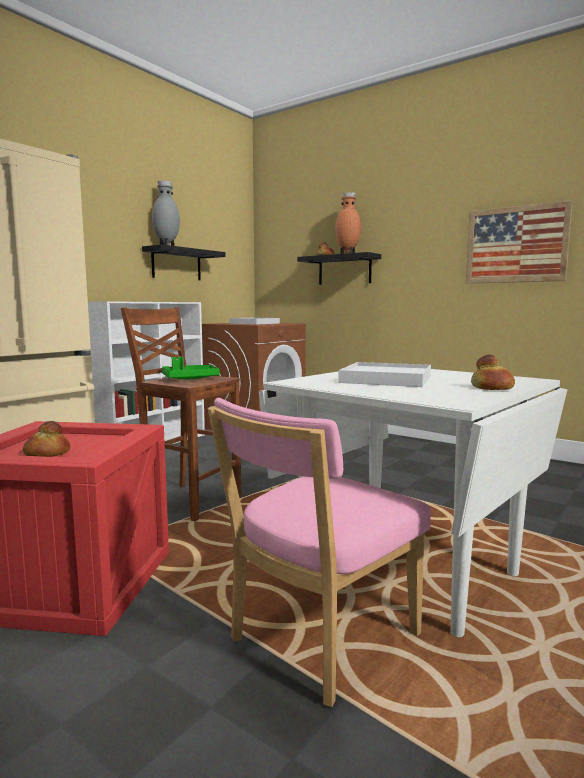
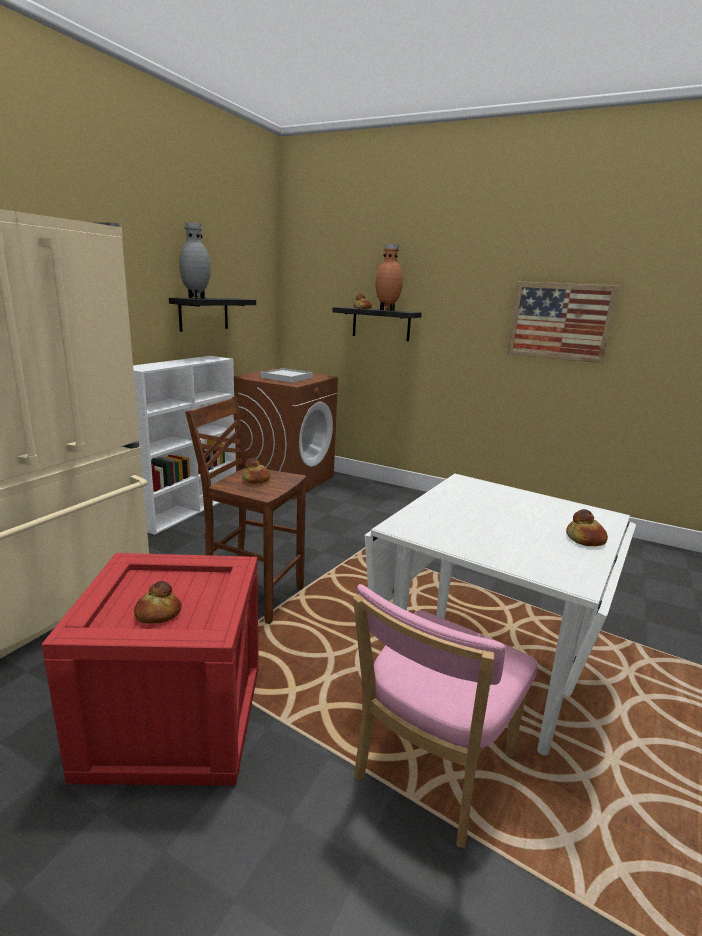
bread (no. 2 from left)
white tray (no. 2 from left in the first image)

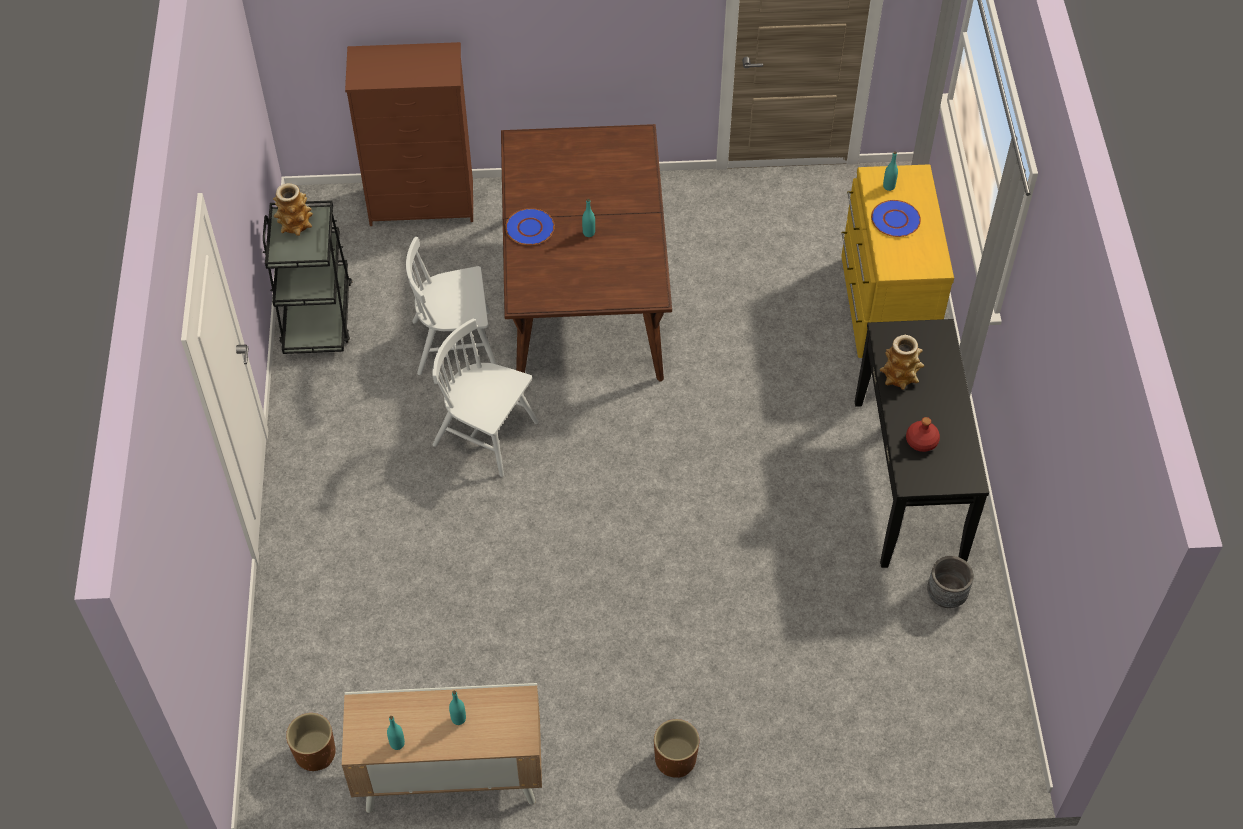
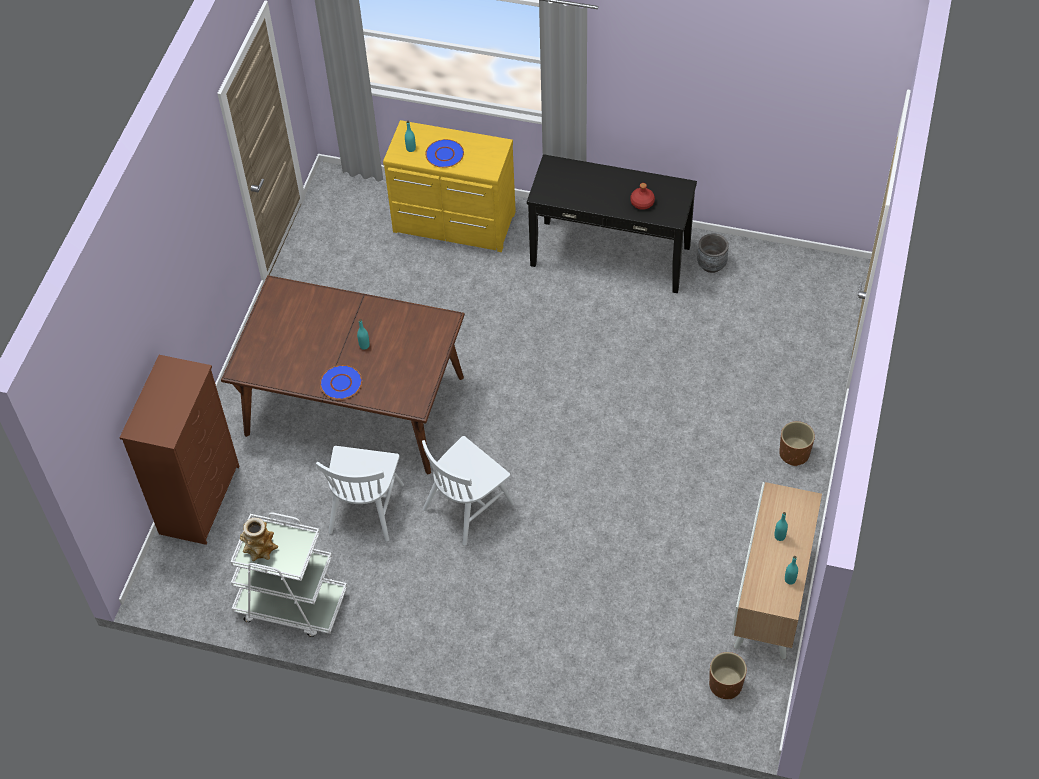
white cart
vase (no. 2 from left in the first image)

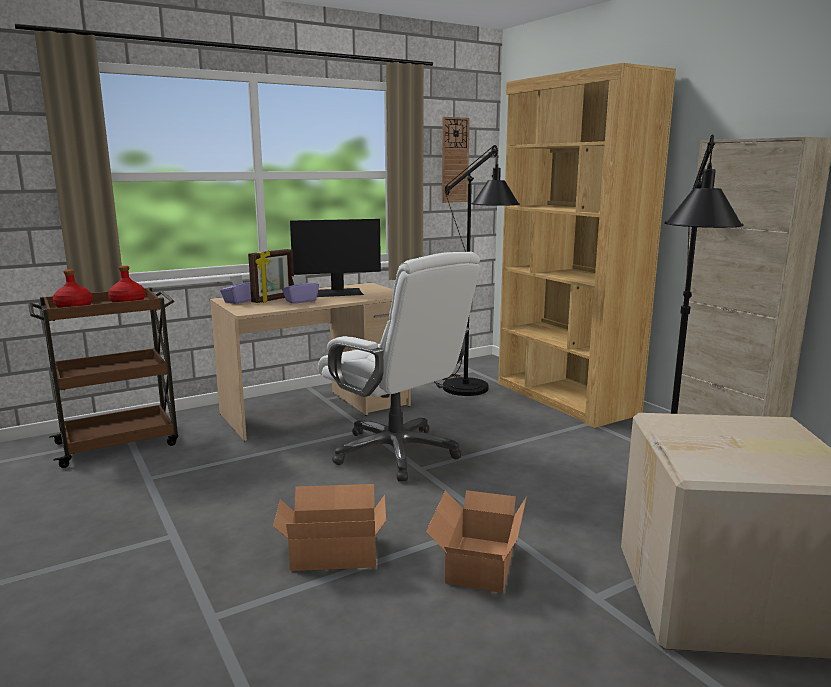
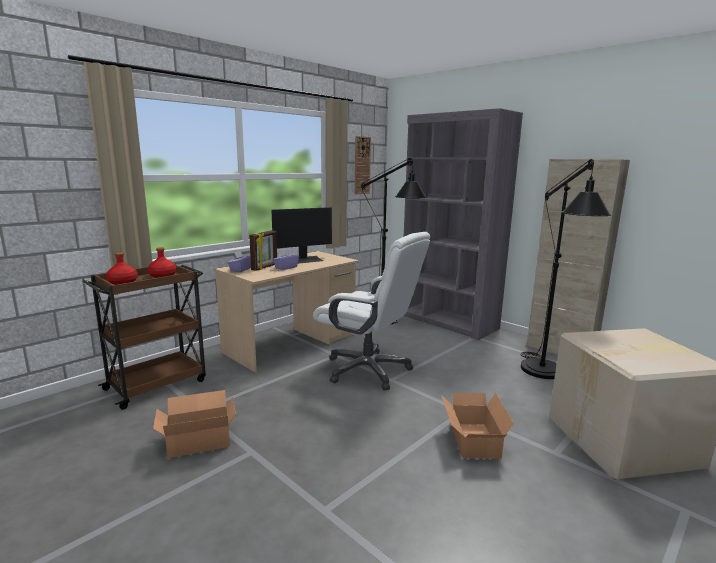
cardboard box (no. 1 from left)
grey bookcase

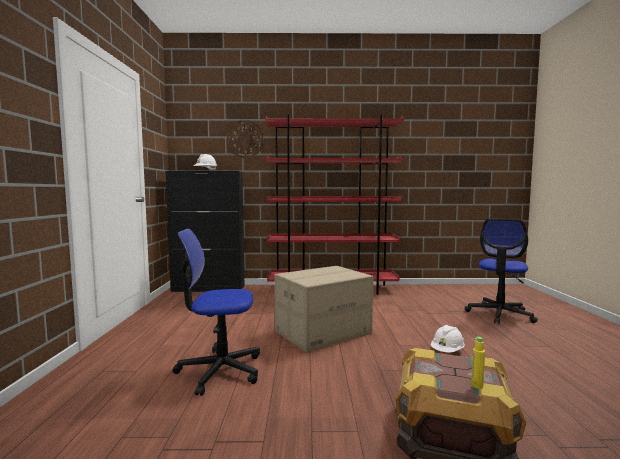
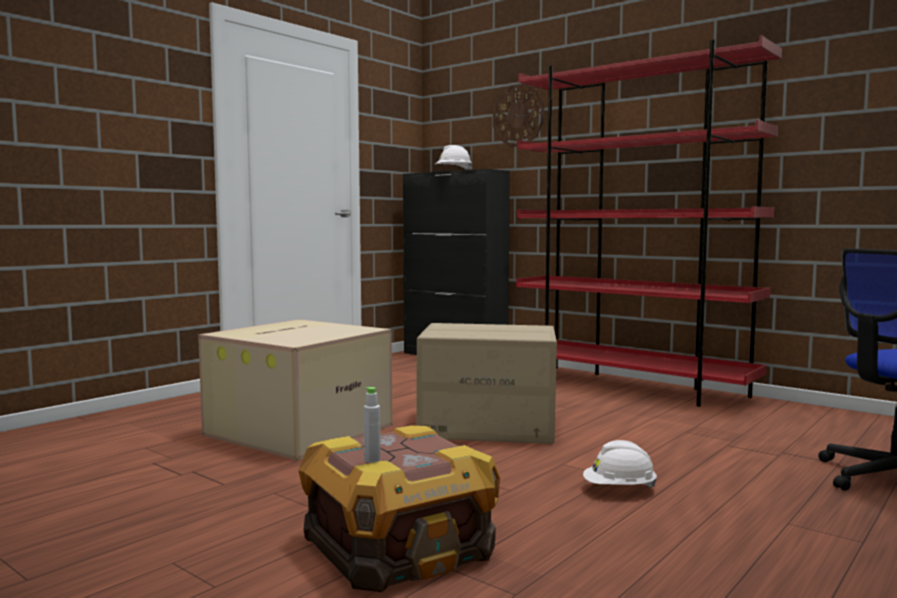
cardboard box (no. 1 from left)
grey bottle

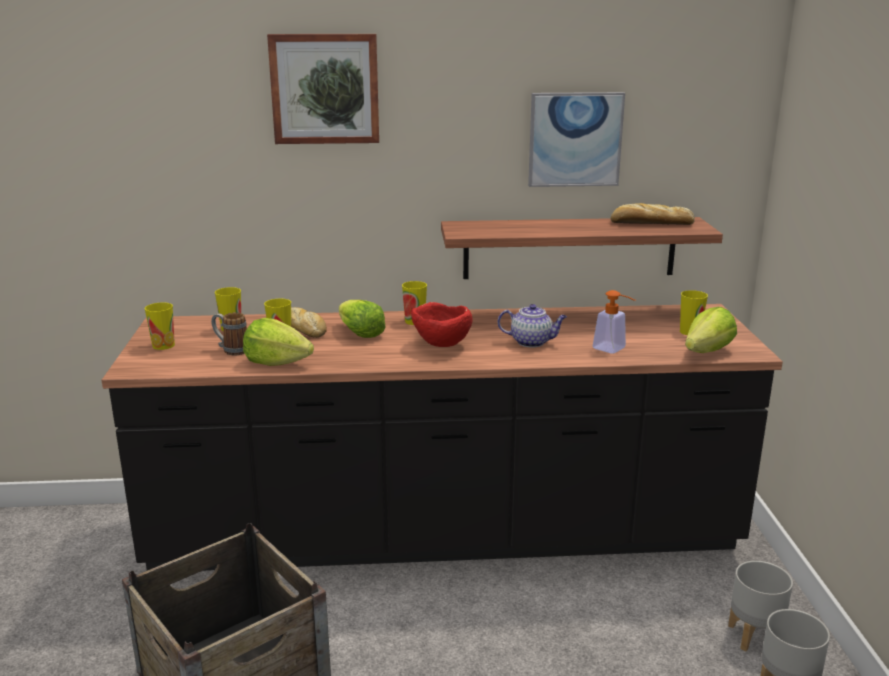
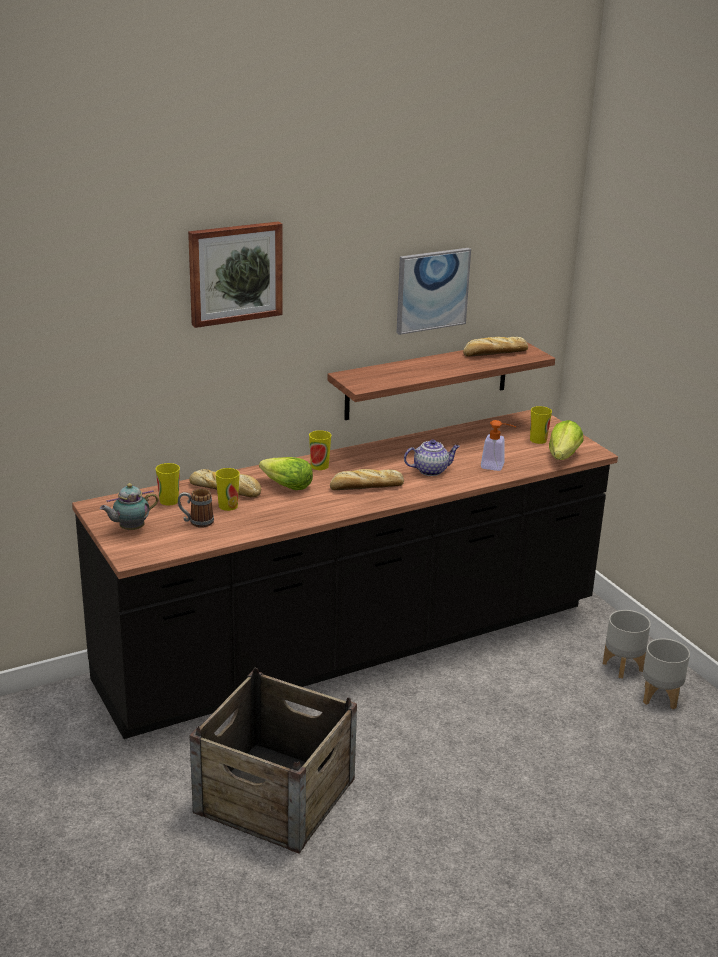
teapot (no. 1 from left)
lettuce (no. 1 from left in the first image)
bread (no. 2 from left)

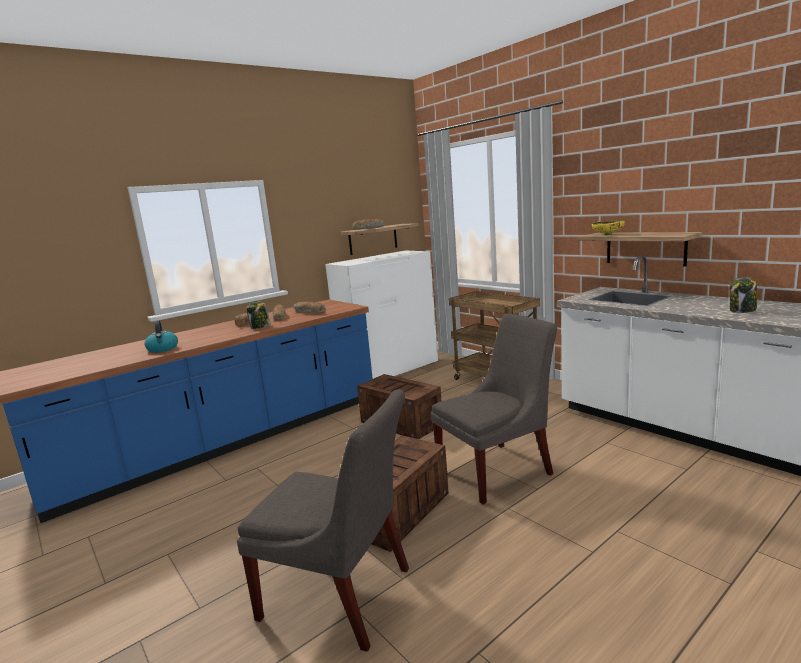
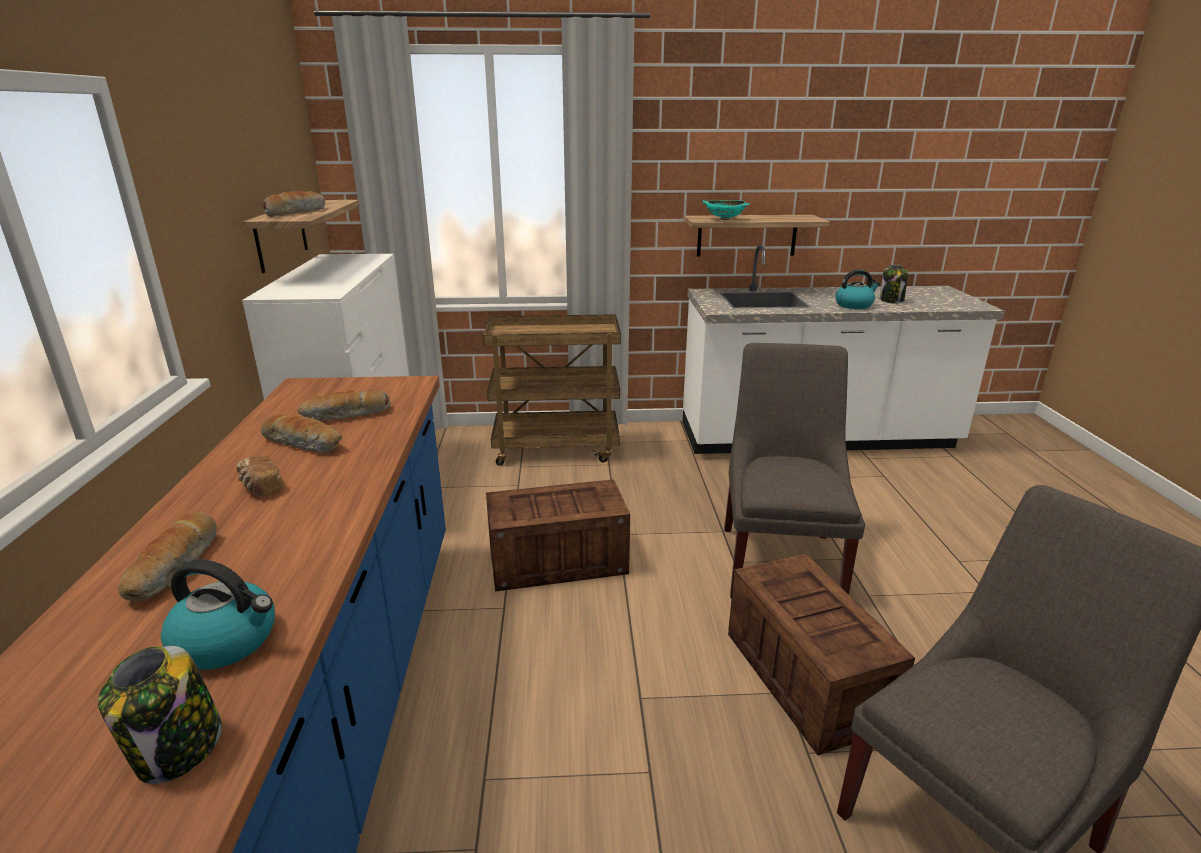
jar (no. 1 from left)
turquoise bowl
bread (no. 1 from left)
kettle (no. 2 from left)

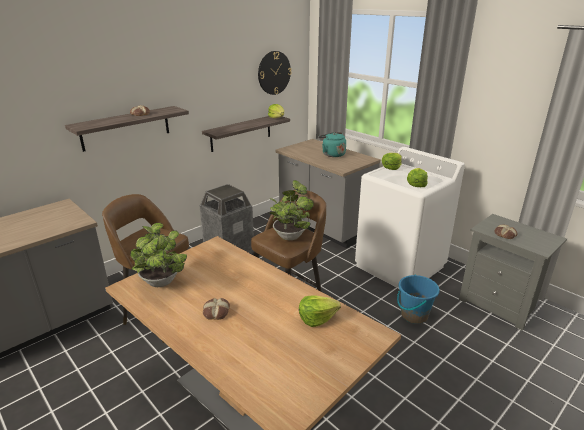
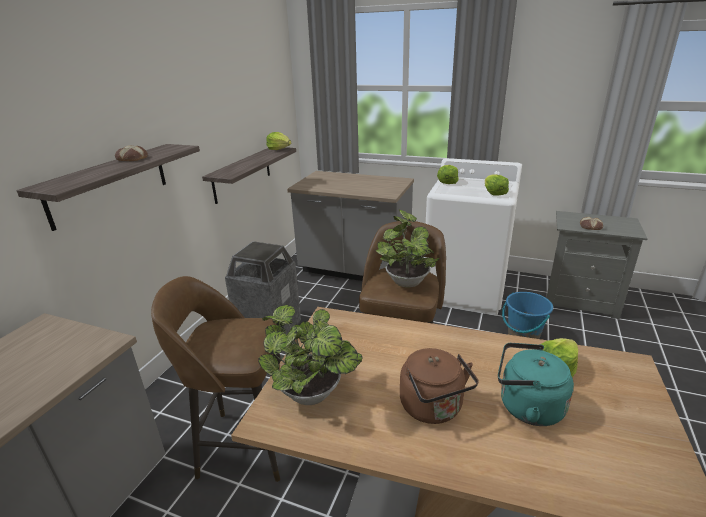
brown kettle
wall clock
turquoise kettle

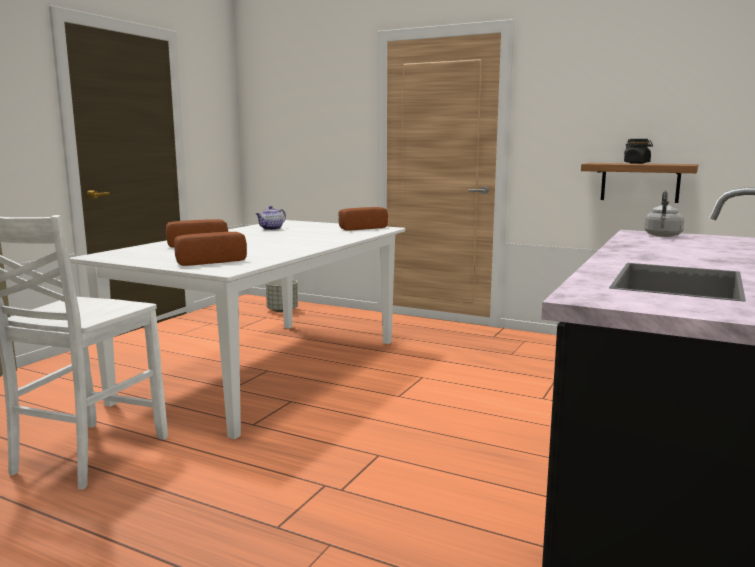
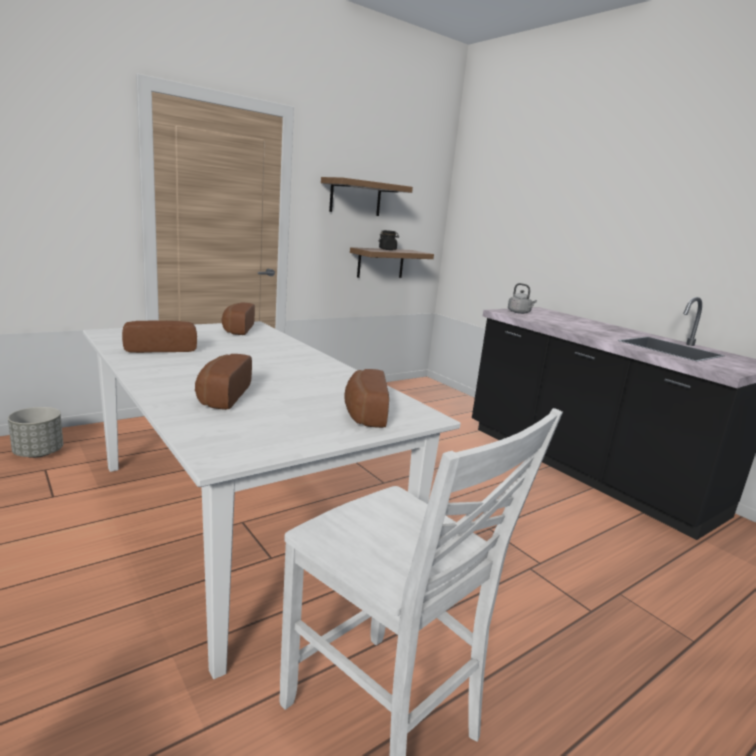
bread (no. 1 from left)
shelf (no. 1 from left)

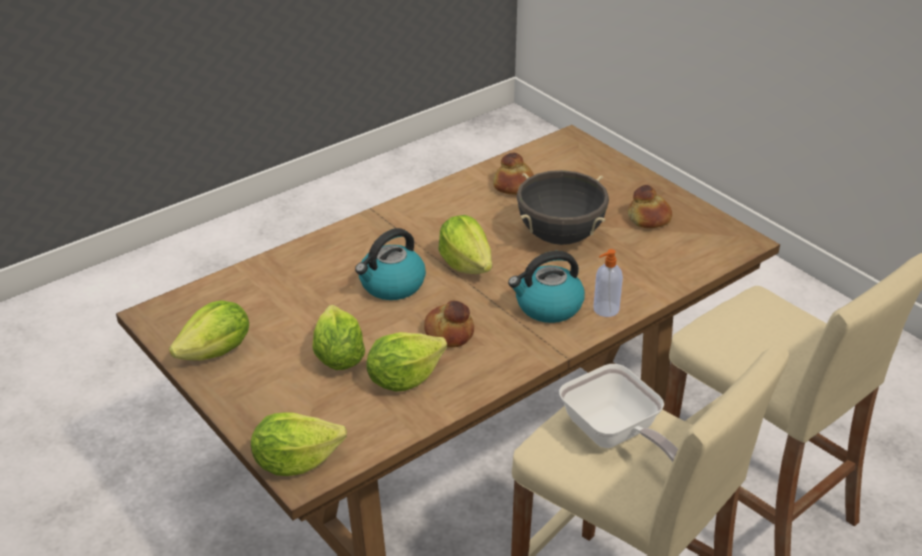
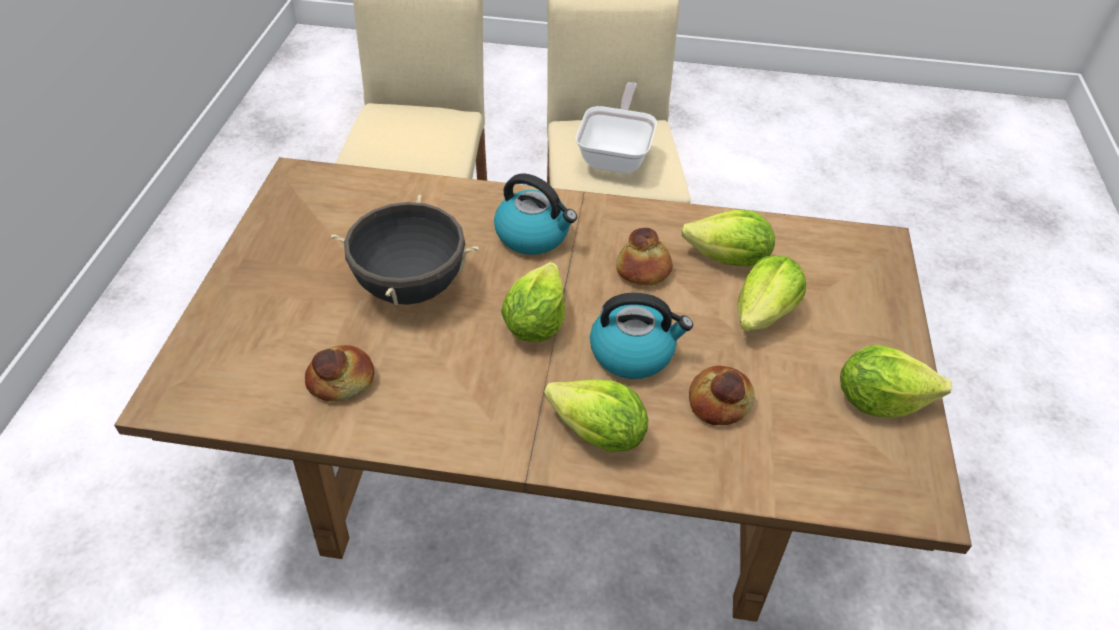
lettuce (no. 2 from left)
soap dispenser
bread (no. 3 from left)

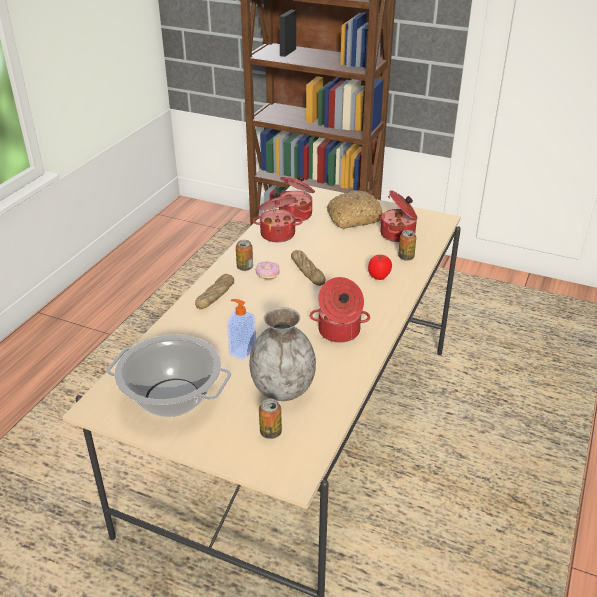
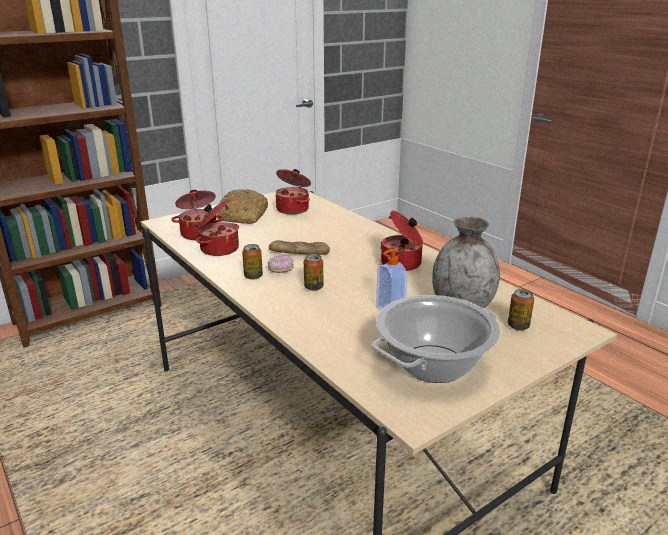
bread (no. 1 from left in the first image)
tomato
can (no. 2 from left)

